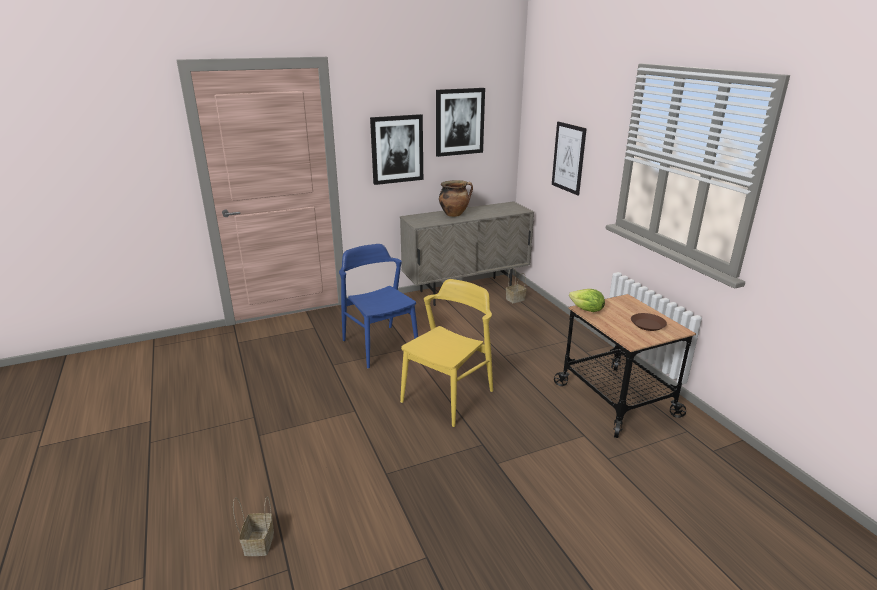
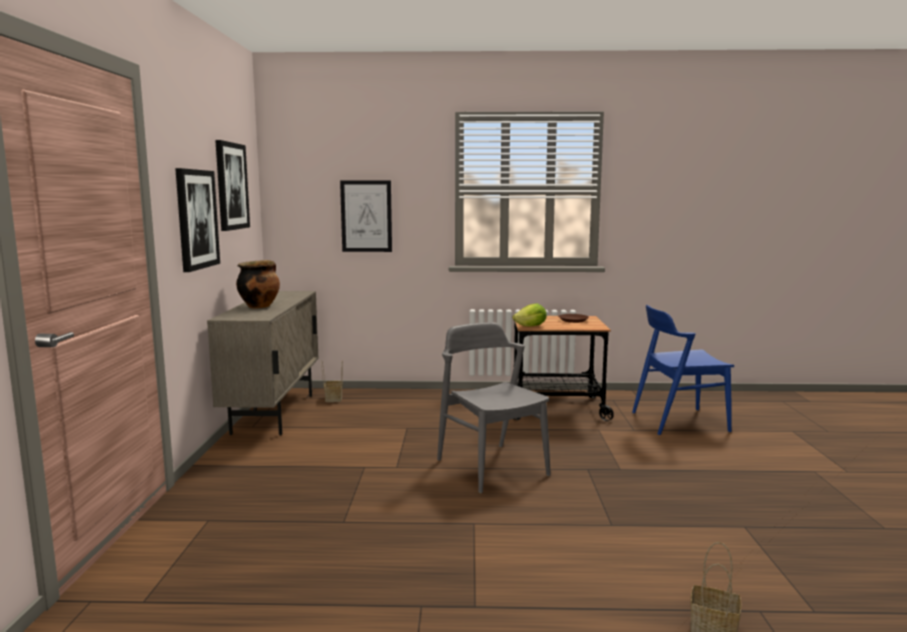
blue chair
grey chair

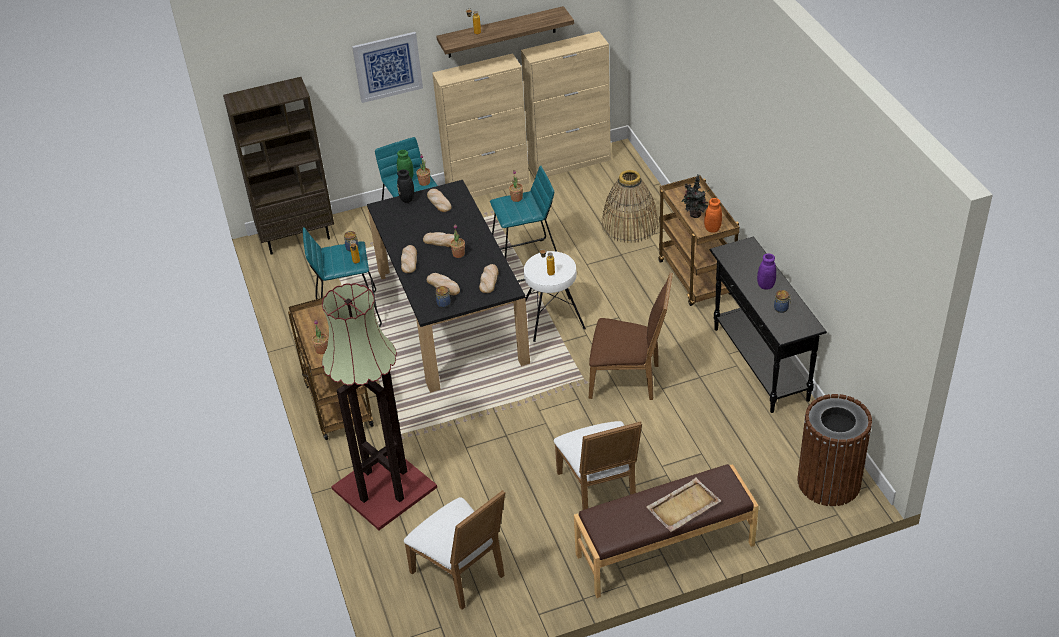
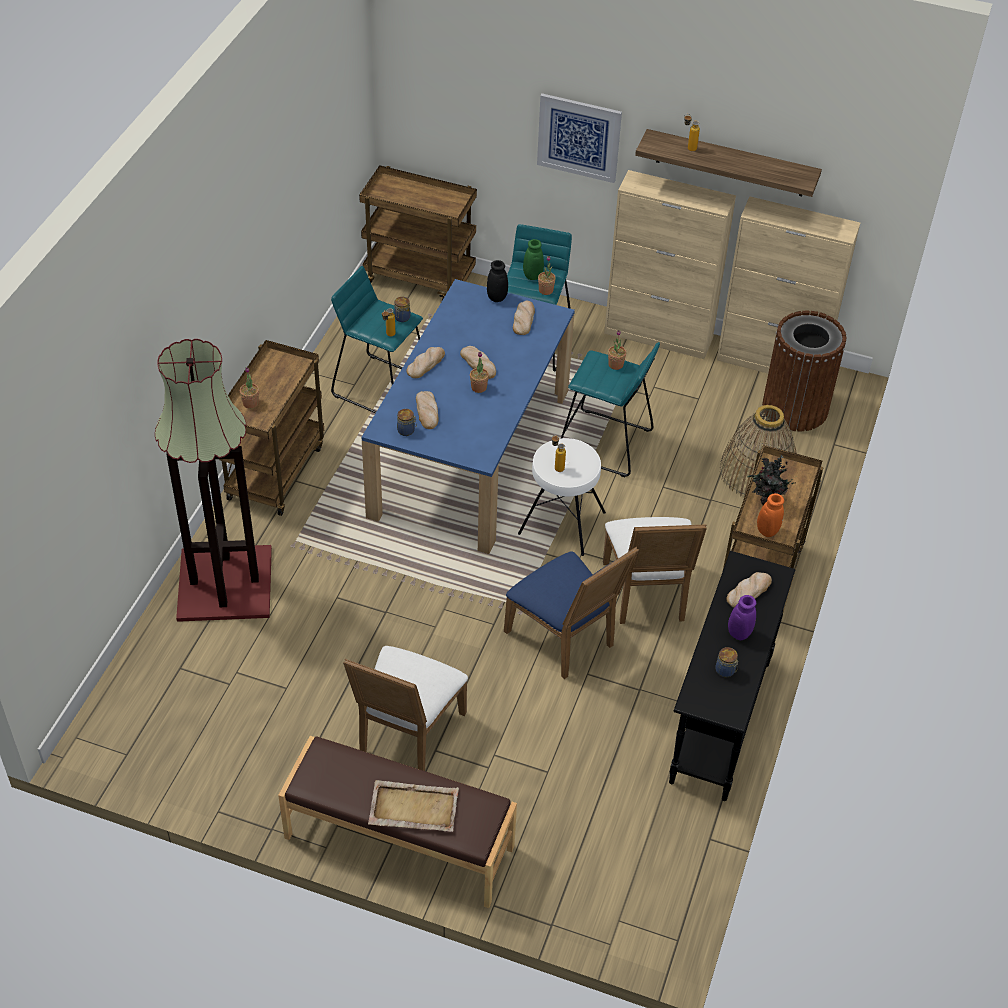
brown cart (no. 2 from left)
blue dining table
white chair (no. 2 from left)
bread (no. 5 from left)
blue chair
brown trash can

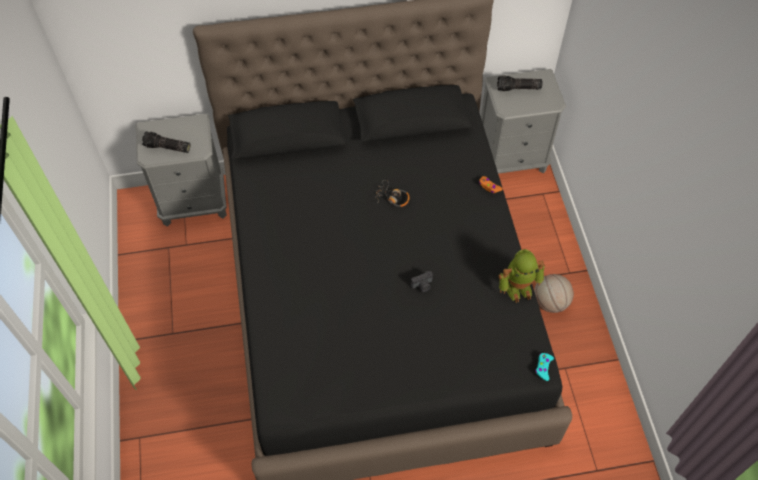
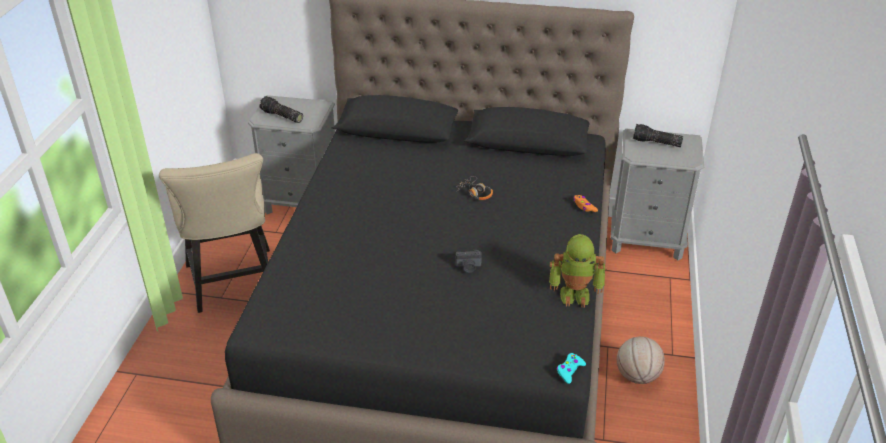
beige chair

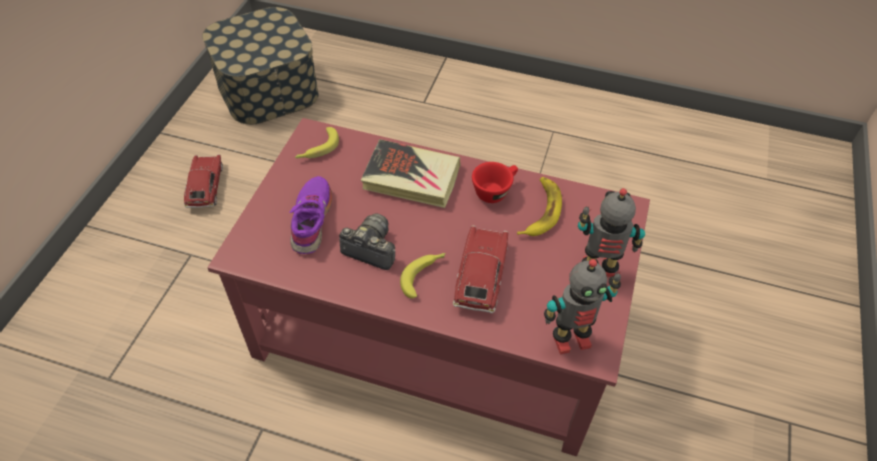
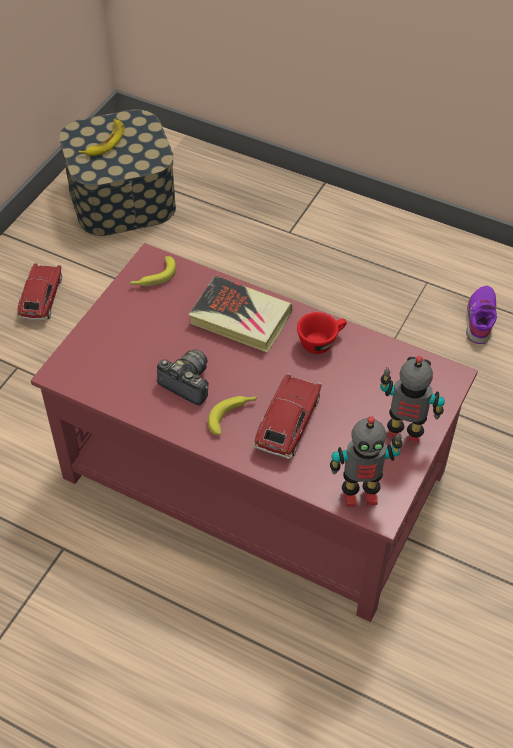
purple shoe
banana (no. 1 from left)

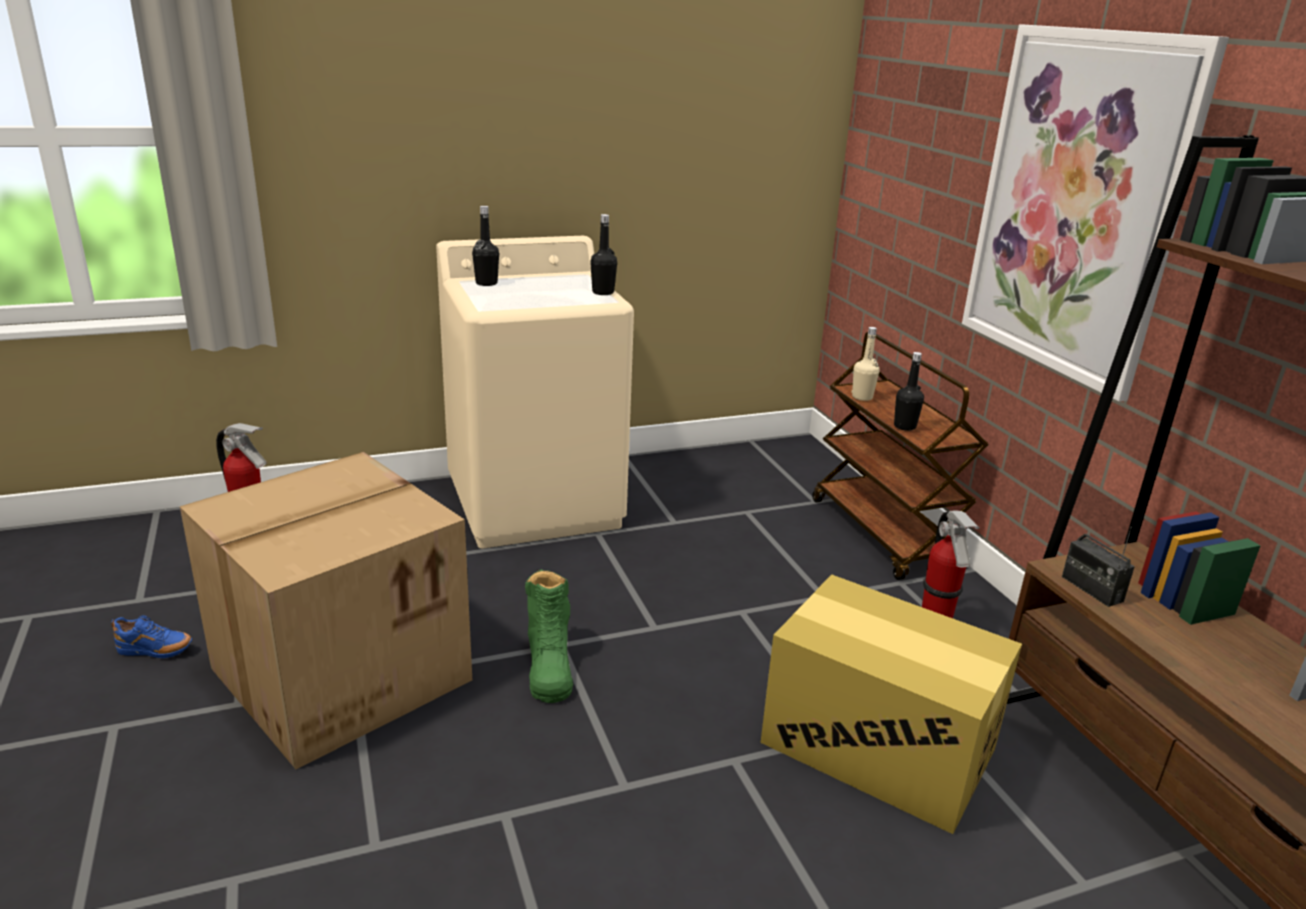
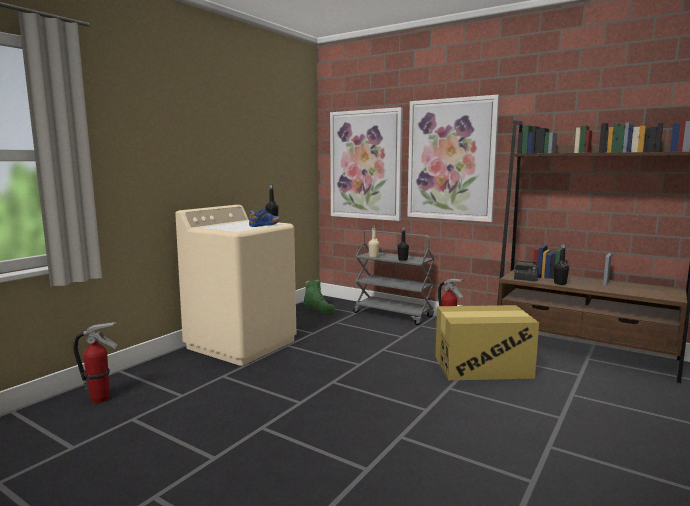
blue shoe
cardboard box (no. 1 from left in the first image)
black bottle (no. 3 from left)
green boot
grey cart
picture (no. 1 from left)

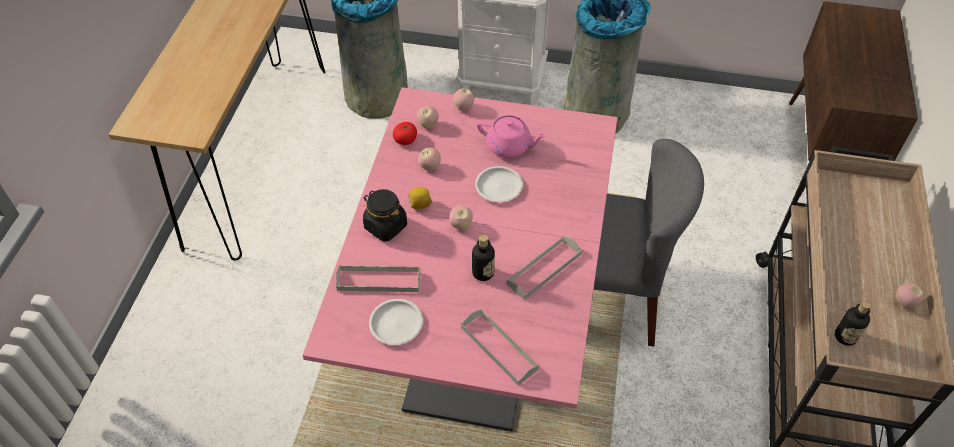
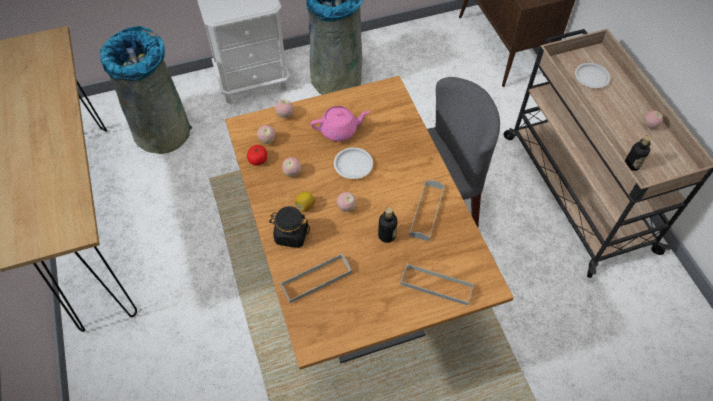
brown dining table
white plate (no. 2 from left)

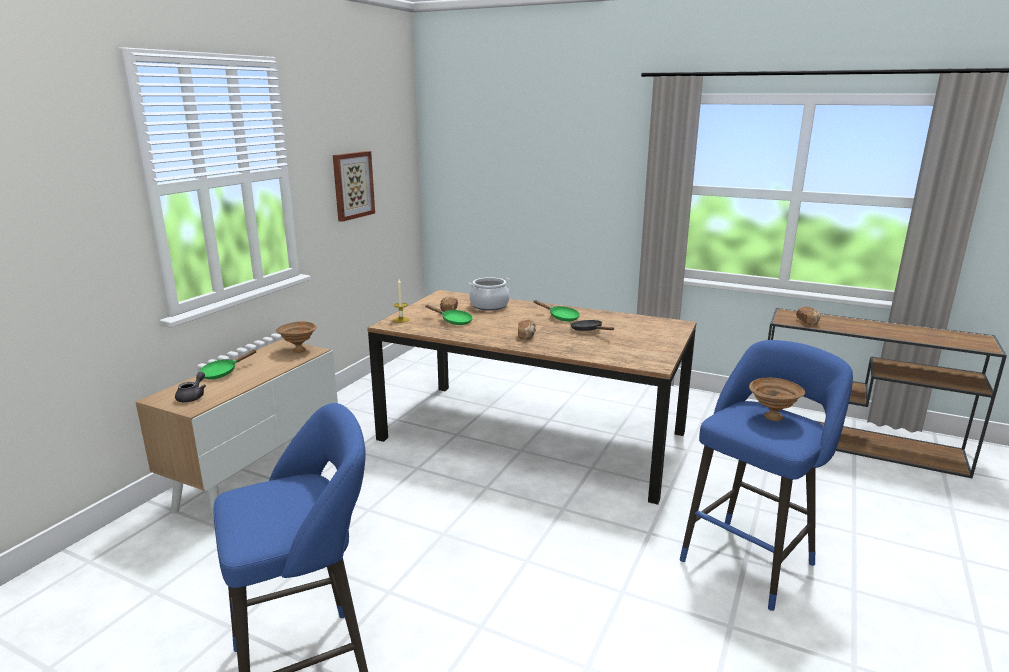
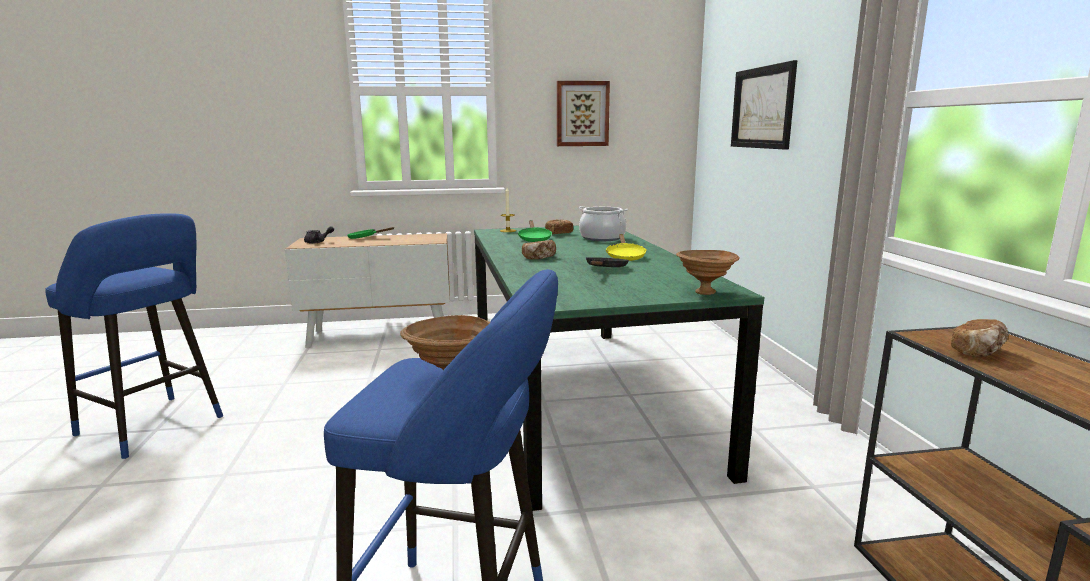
brown bowl (no. 2 from left)
green dining table
yellow frying pan
picture (no. 2 from left)

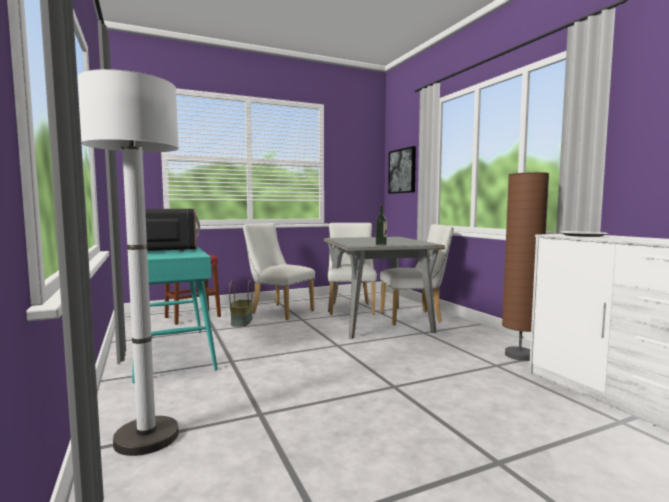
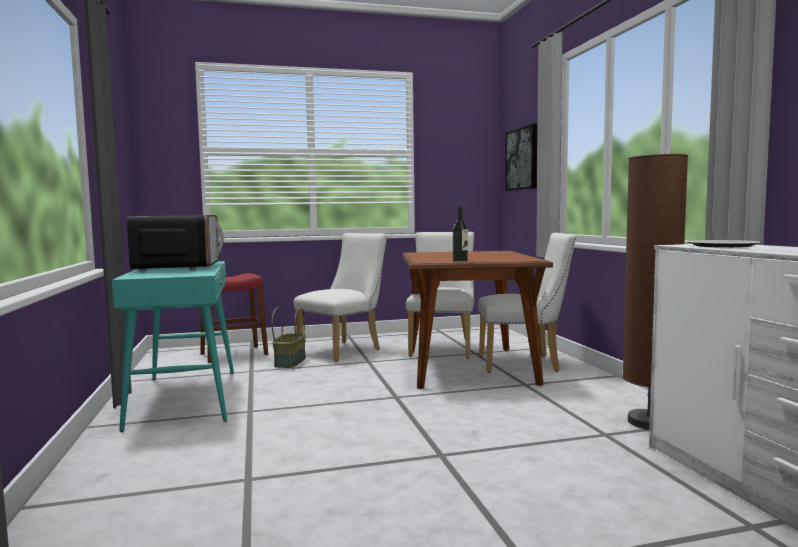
white floor lamp
white chair (no. 1 from left)
brown dining table

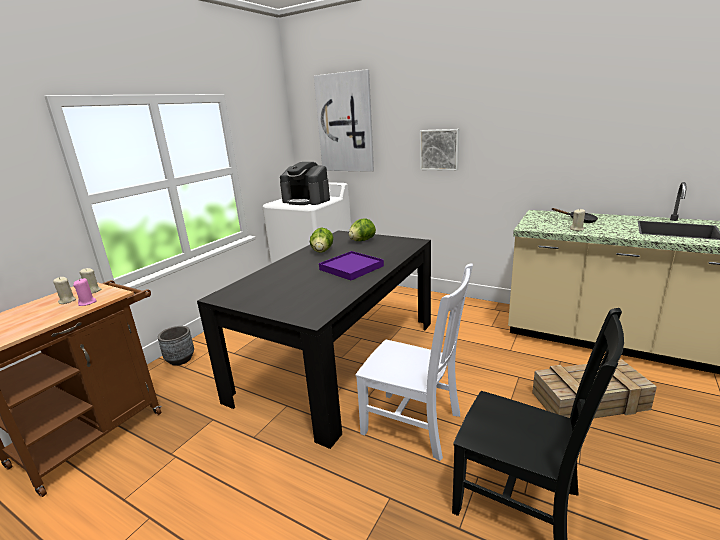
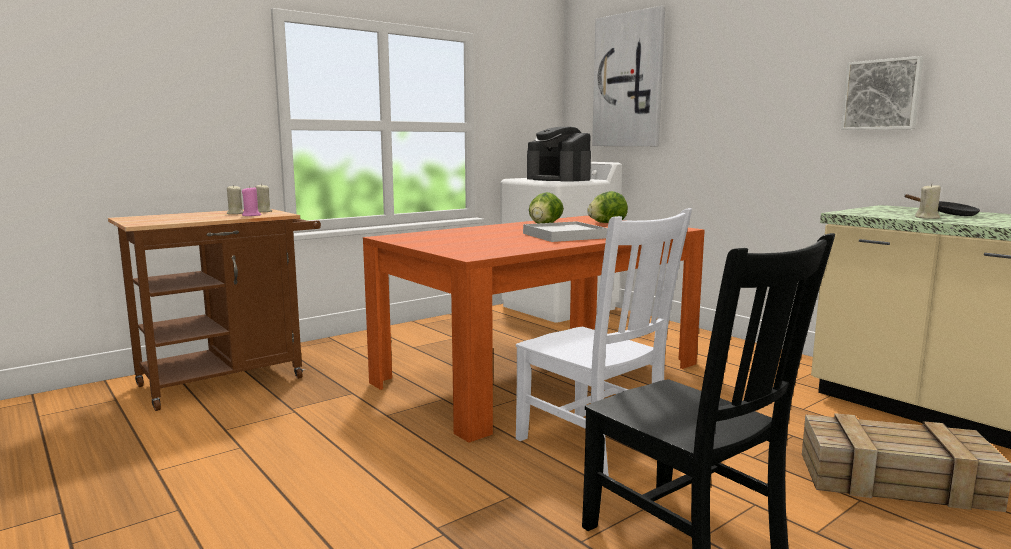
grey planter
orange dining table
white tray
picture (no. 2 from left)

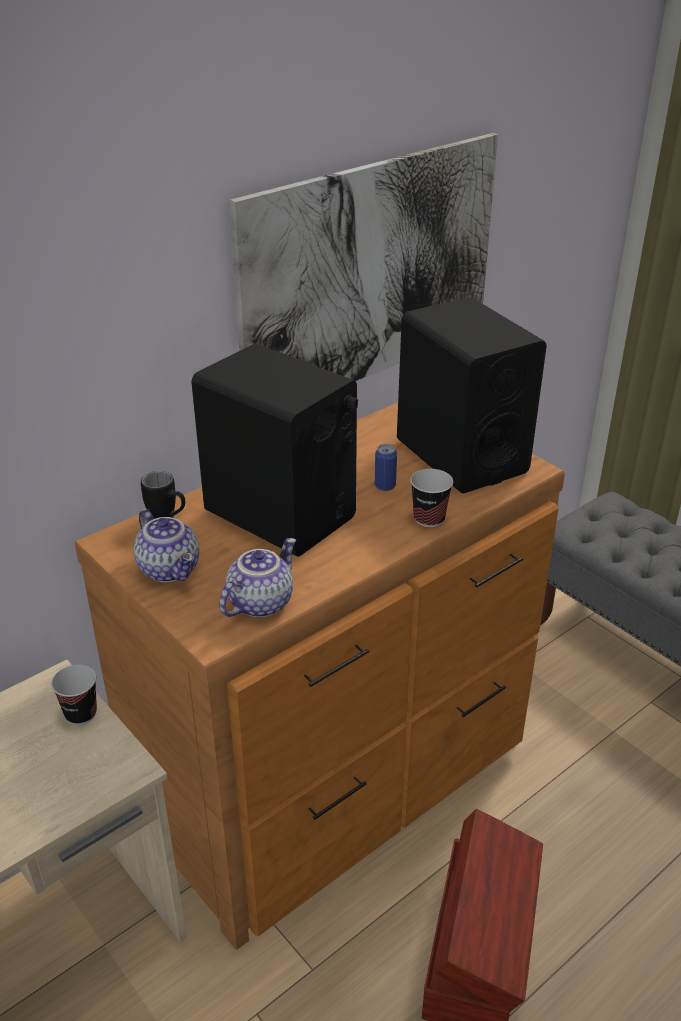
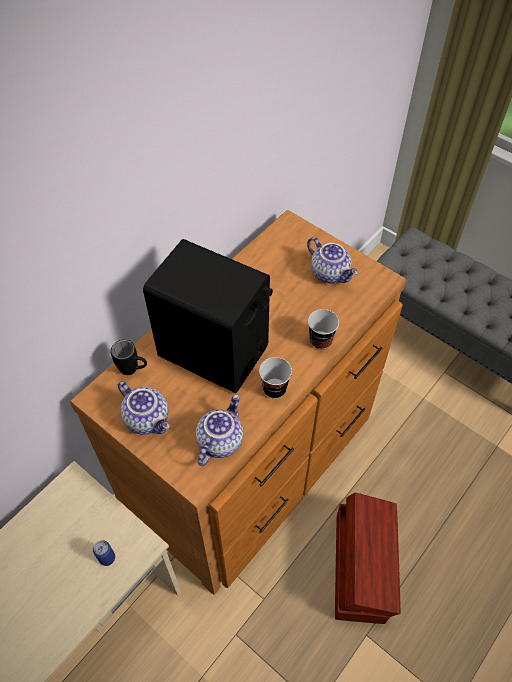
cup (no. 1 from left)
picture
can
teapot (no. 3 from left)

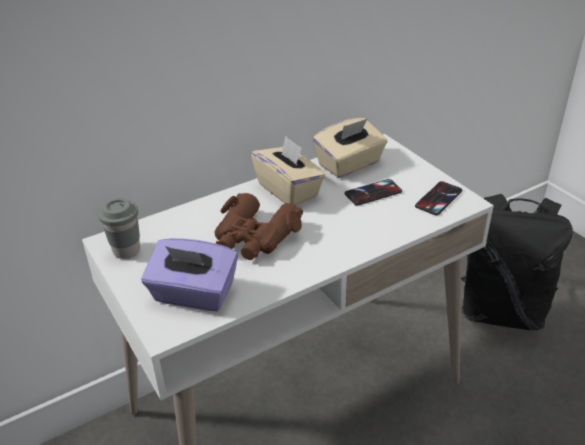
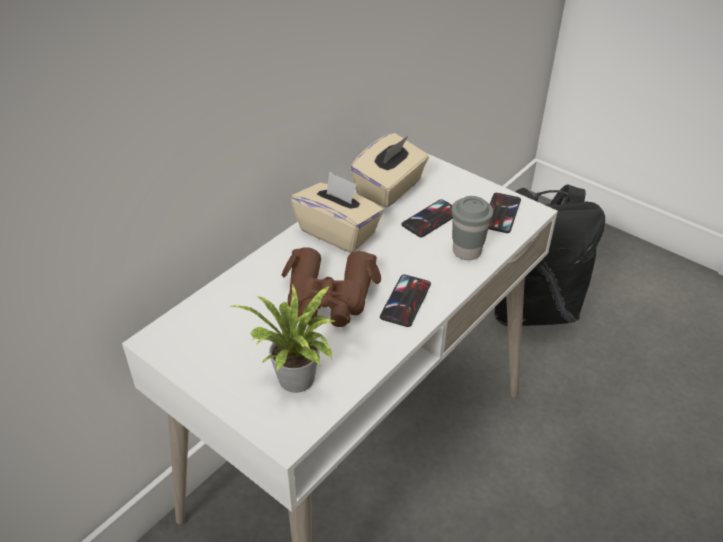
grey cup
potted plant
phone (no. 1 from left)

